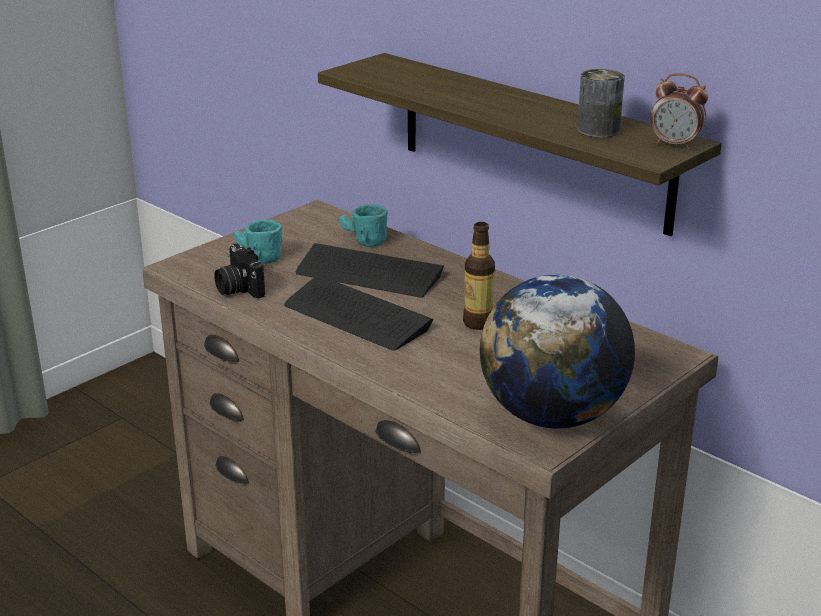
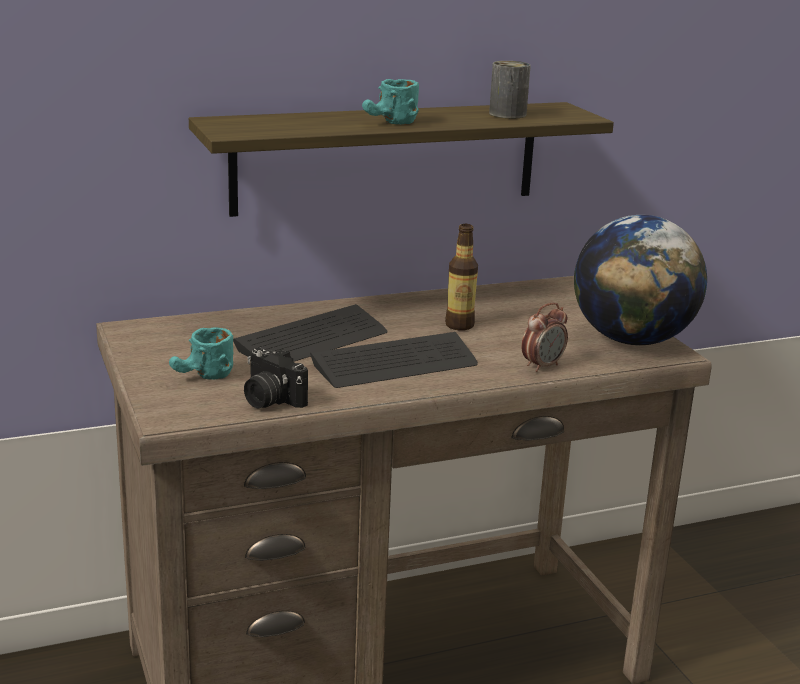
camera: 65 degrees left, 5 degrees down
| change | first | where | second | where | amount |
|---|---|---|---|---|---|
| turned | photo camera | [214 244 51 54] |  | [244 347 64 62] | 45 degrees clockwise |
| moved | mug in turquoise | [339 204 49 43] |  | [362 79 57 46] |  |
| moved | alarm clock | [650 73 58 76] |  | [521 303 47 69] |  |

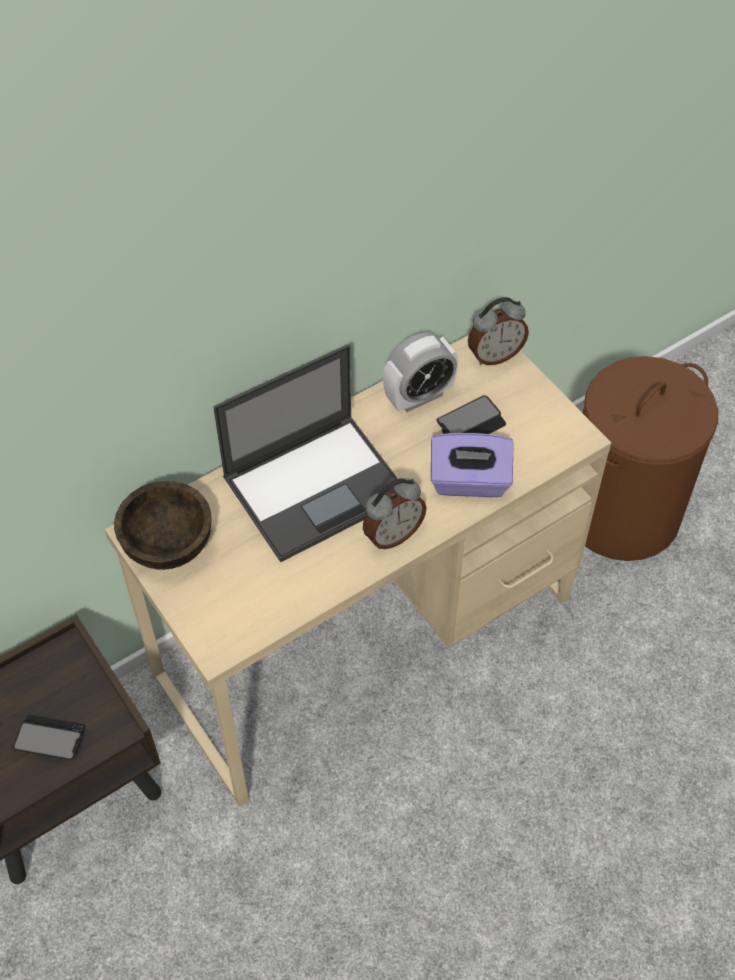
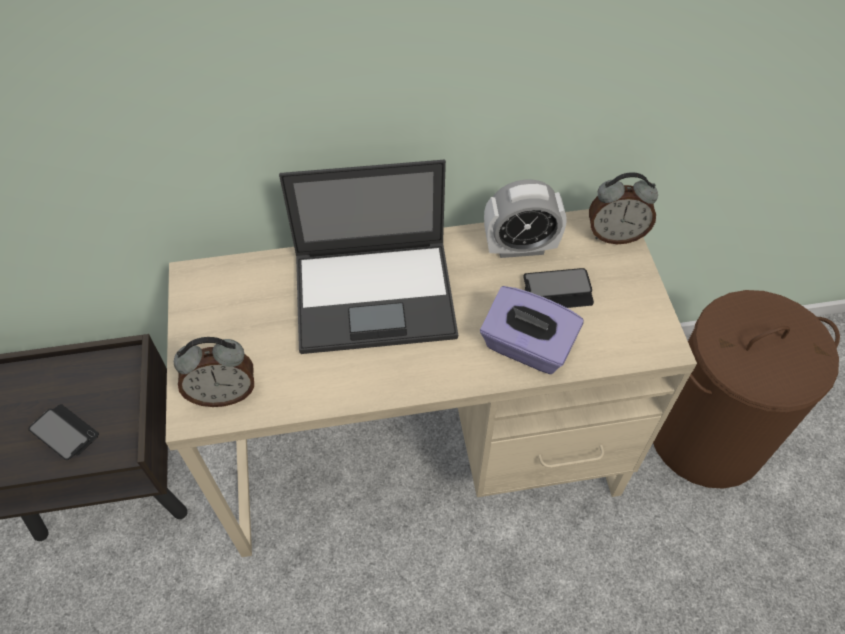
camera: 25 degrees right, 0 degrees up
| change | first | where | second | where | amount |
|---|---|---|---|---|---|
| moved | alarm clock | [363 478 63 71] |  | [174 337 80 70] |  |
| removed | bowl in brown | [114 481 97 89] |  |  |  |

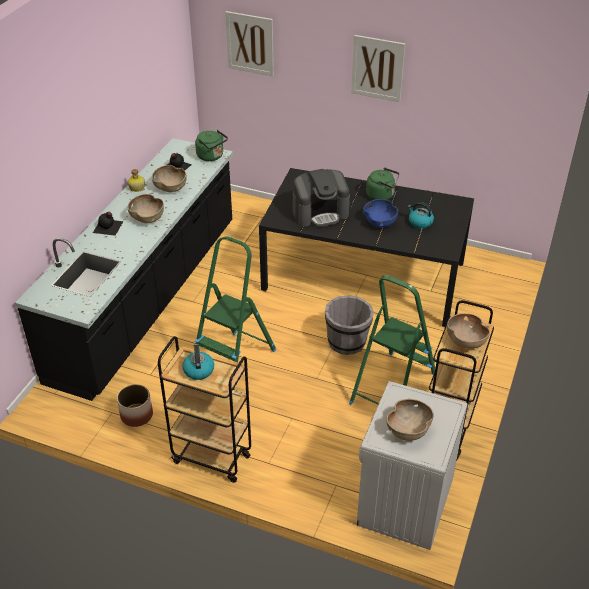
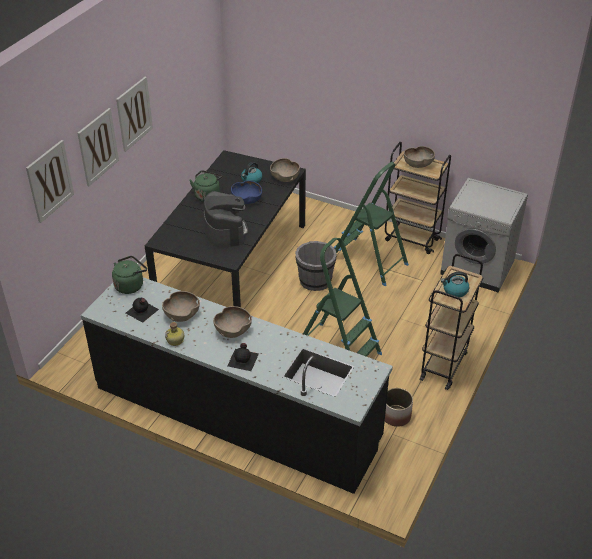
camera: 85 degrees left, 0 degrees up
| change | first | where | second | where | amount |
|---|---|---|---|---|---|
| added |  |  | picture | [77 108 42 78] |  |
| moved | bowl in brown | [386 399 48 42] |  | [270 158 30 24] |  |

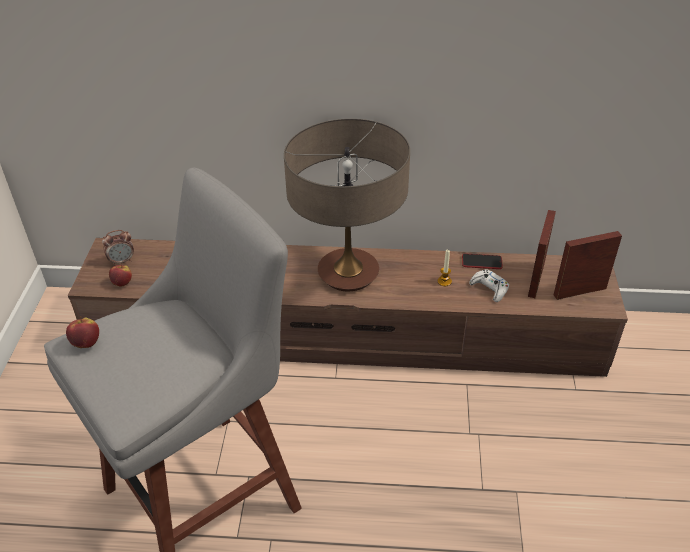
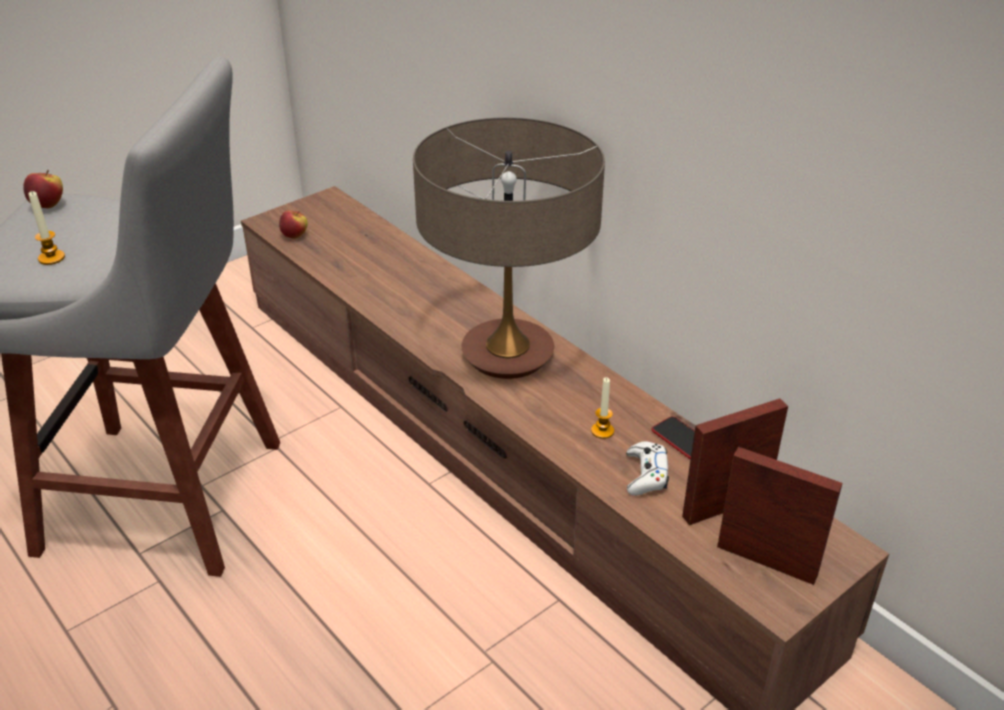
camera: 45 degrees right, 5 degrees down
| change | first | where | second | where | amount |
|---|---|---|---|---|---|
| added |  |  | candle | [28 191 37 74] |  |
| removed | alarm clock | [102 230 32 36] |  |  |  |

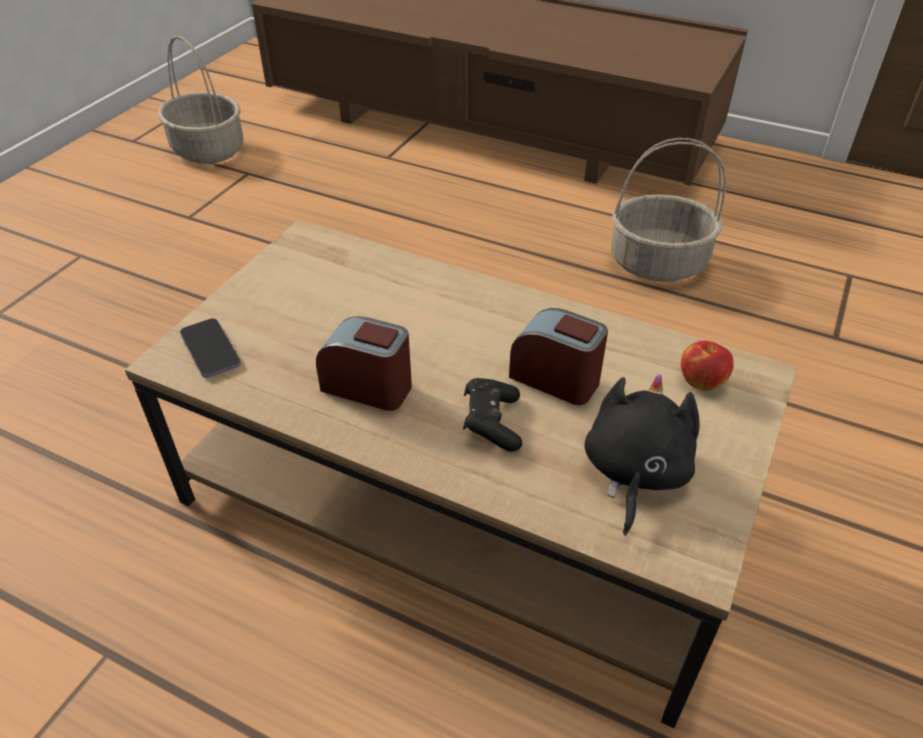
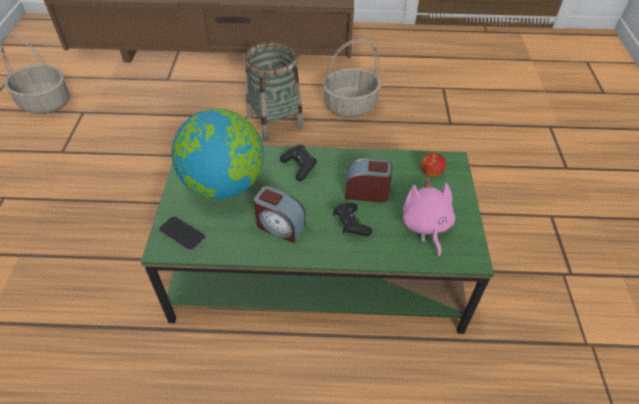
camera: 25 degrees left, 5 degrees up
| change | first | where | second | where | amount |
|---|---|---|---|---|---|
| recoloured | coffee table in brown | [125 220 672 508] | coffee table in green | [141 146 353 188] |  |
| added |  |  | globe | [172 109 92 90] |  |
| added |  |  | basket | [245 41 59 100] |  |
| turned | alarm clock | [316 316 96 95] |  | [254 186 52 57] | 150 degrees counterclockwise |
| added |  |  | game controller in black | [280 145 37 36] |  |
| recoloured | plush toy in black | [585 374 115 162] | plush toy in pink | [403 178 52 79] |  |

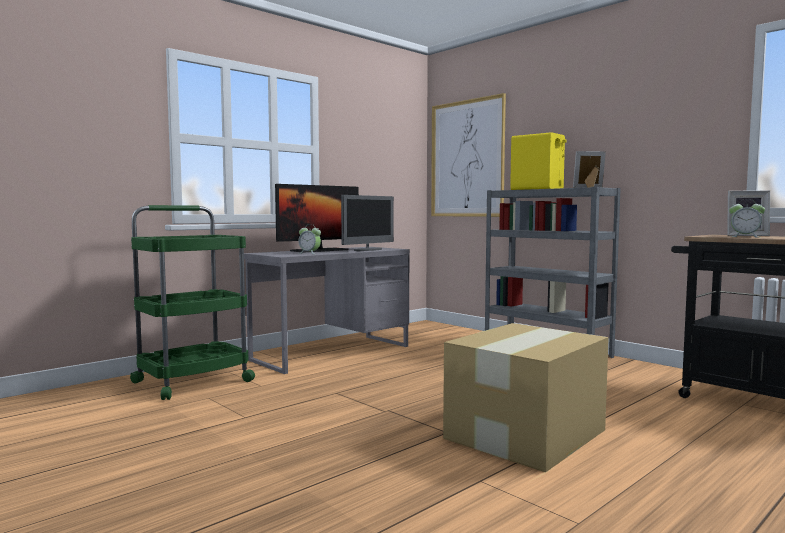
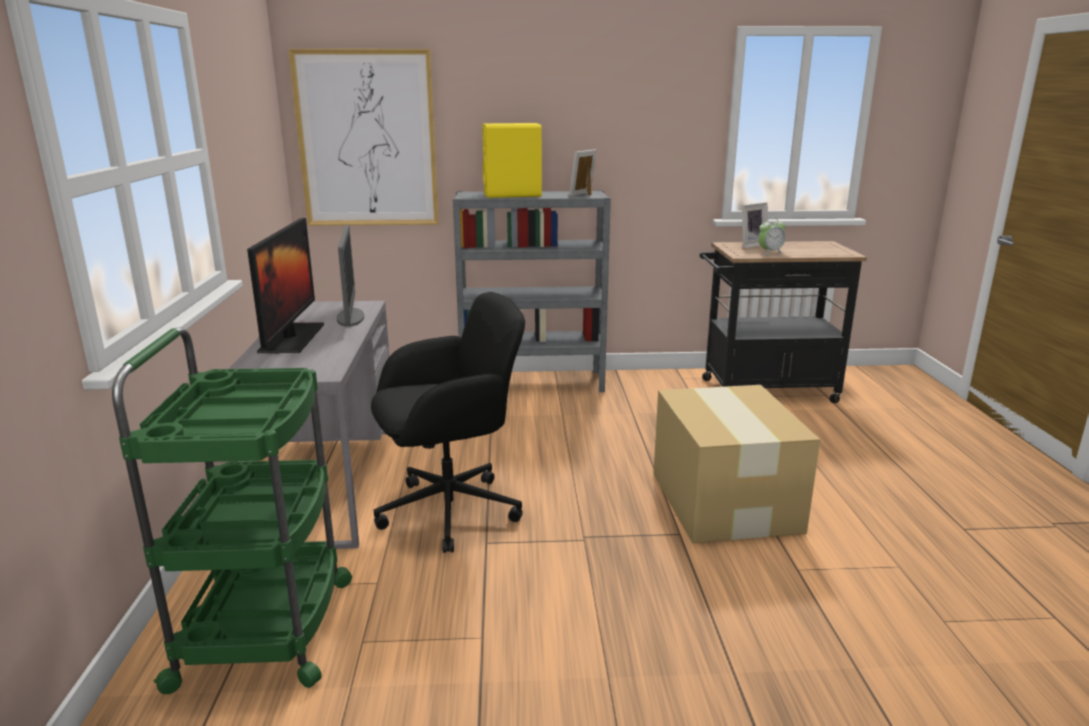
camera: 50 degrees left, 15 degrees up
| change | first | where | second | where | amount |
|---|---|---|---|---|---|
| added |  |  | office chair in black | [371 292 154 261] |  |
| removed | alarm clock | [298 224 23 30] |  |  |  |

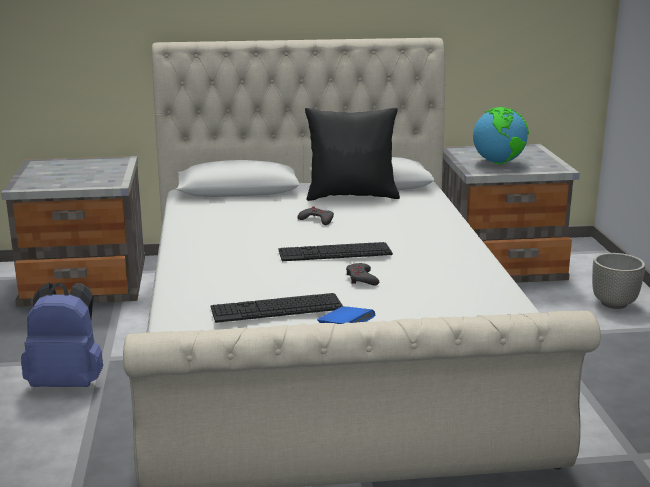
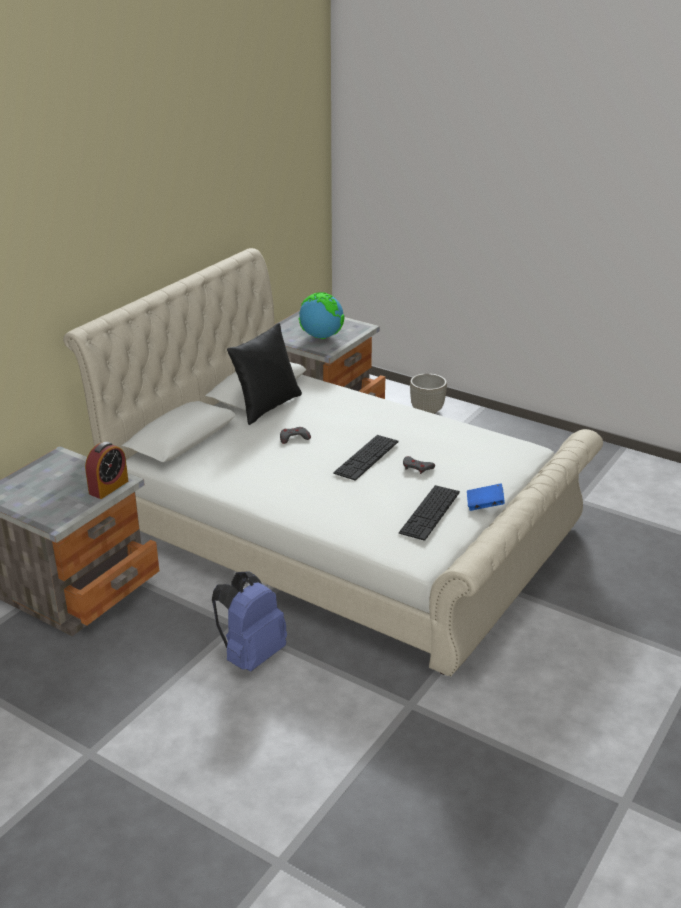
camera: 50 degrees left, 10 degrees up
| change | first | where | second | where | amount |
|---|---|---|---|---|---|
| added |  |  | alarm clock | [85 442 43 57] |  |

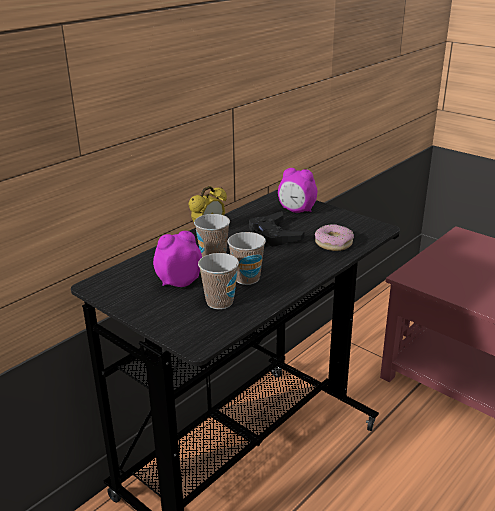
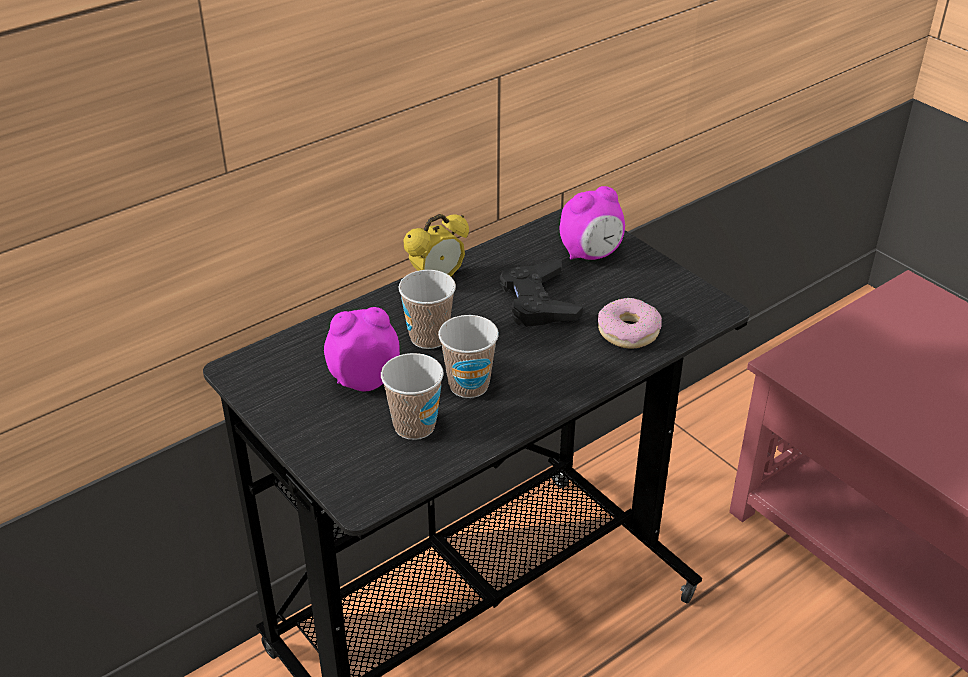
camera: 10 degrees right, 10 degrees up
| change | first | where | second | where | amount |
|---|---|---|---|---|---|
| turned | alarm clock | [278 168 39 45] |  | [560 186 65 74] | 60 degrees counterclockwise |

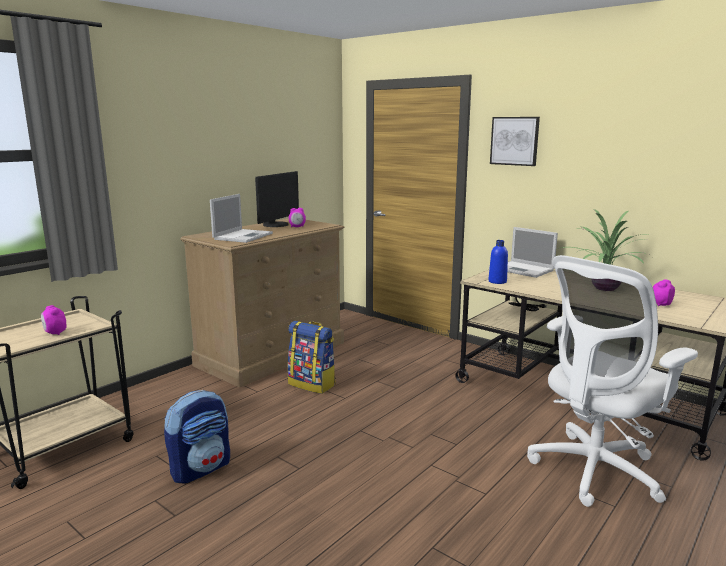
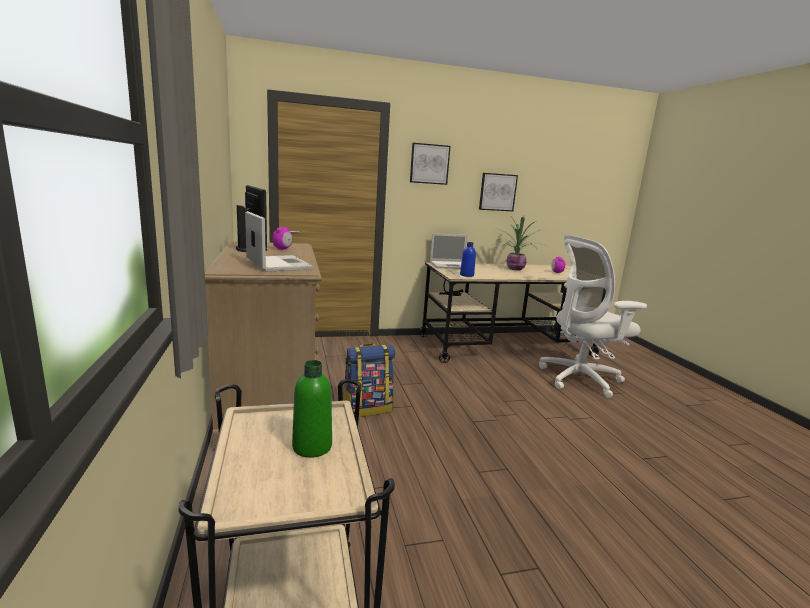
camera: 55 degrees left, 0 degrees up
| change | first | where | second | where | amount |
|---|---|---|---|---|---|
| replaced | alarm clock | [41 305 25 30] | bottle in green | [292 360 40 98] |  |
| added |  |  | picture | [479 173 39 38] |  |
| turned | office chair in white | [527 255 171 252] |  | [539 235 108 163] | 75 degrees clockwise |
| removed | backpack | [164 390 66 94] |  |  |  |

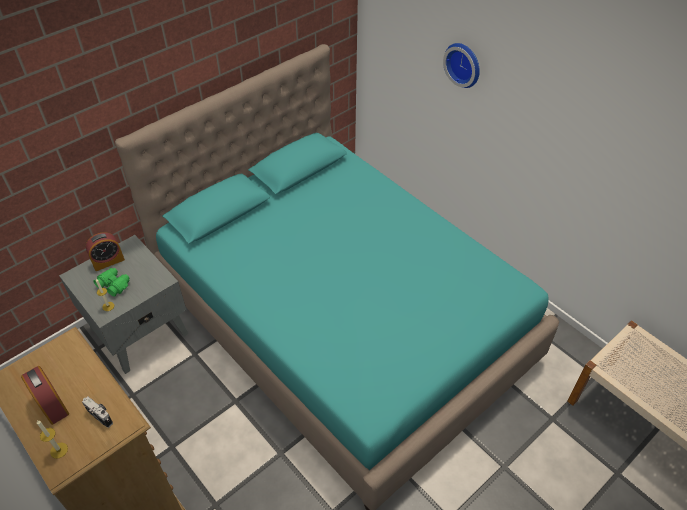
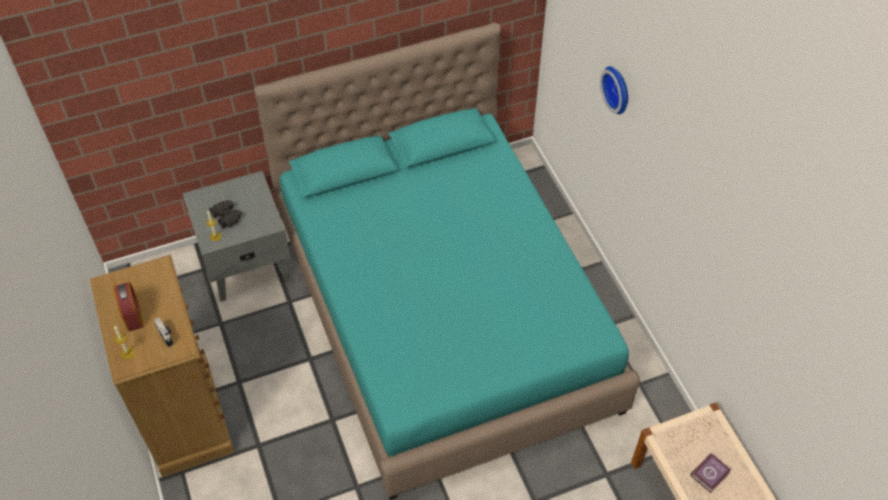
camera: 20 degrees right, 5 degrees up
| change | first | where | second | where | amount |
|---|---|---|---|---|---|
| recoloured | binoculars in green | [93 268 37 29] | binoculars in black | [209 200 33 29] |  |
| added |  |  | book | [690 453 41 40] |  |
| removed | alarm clock | [86 232 39 39] |  |  |  |

